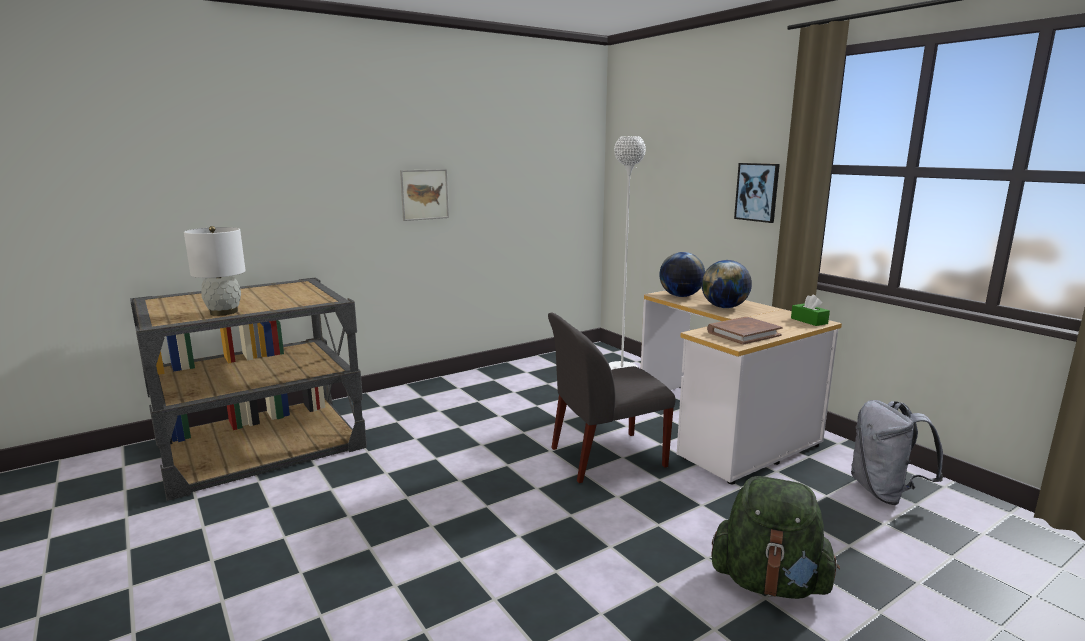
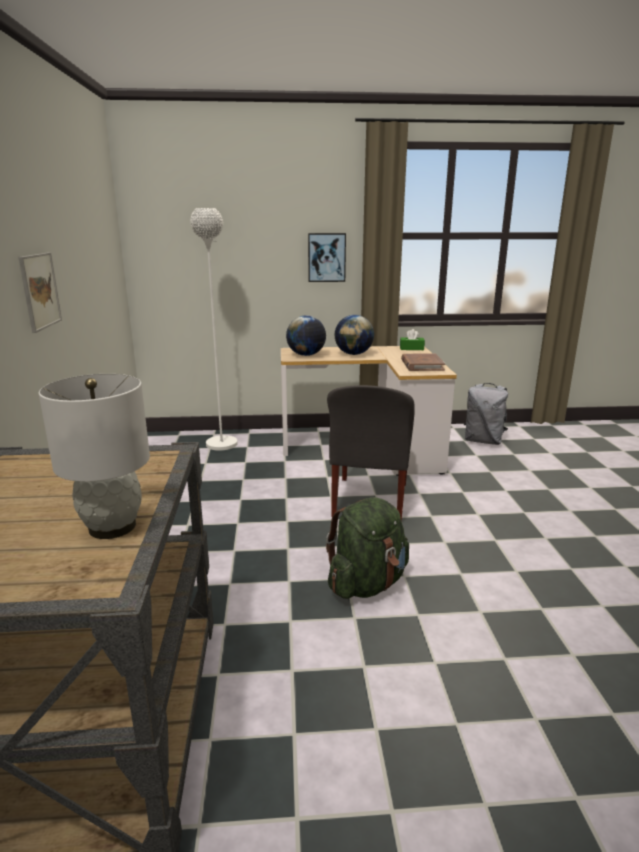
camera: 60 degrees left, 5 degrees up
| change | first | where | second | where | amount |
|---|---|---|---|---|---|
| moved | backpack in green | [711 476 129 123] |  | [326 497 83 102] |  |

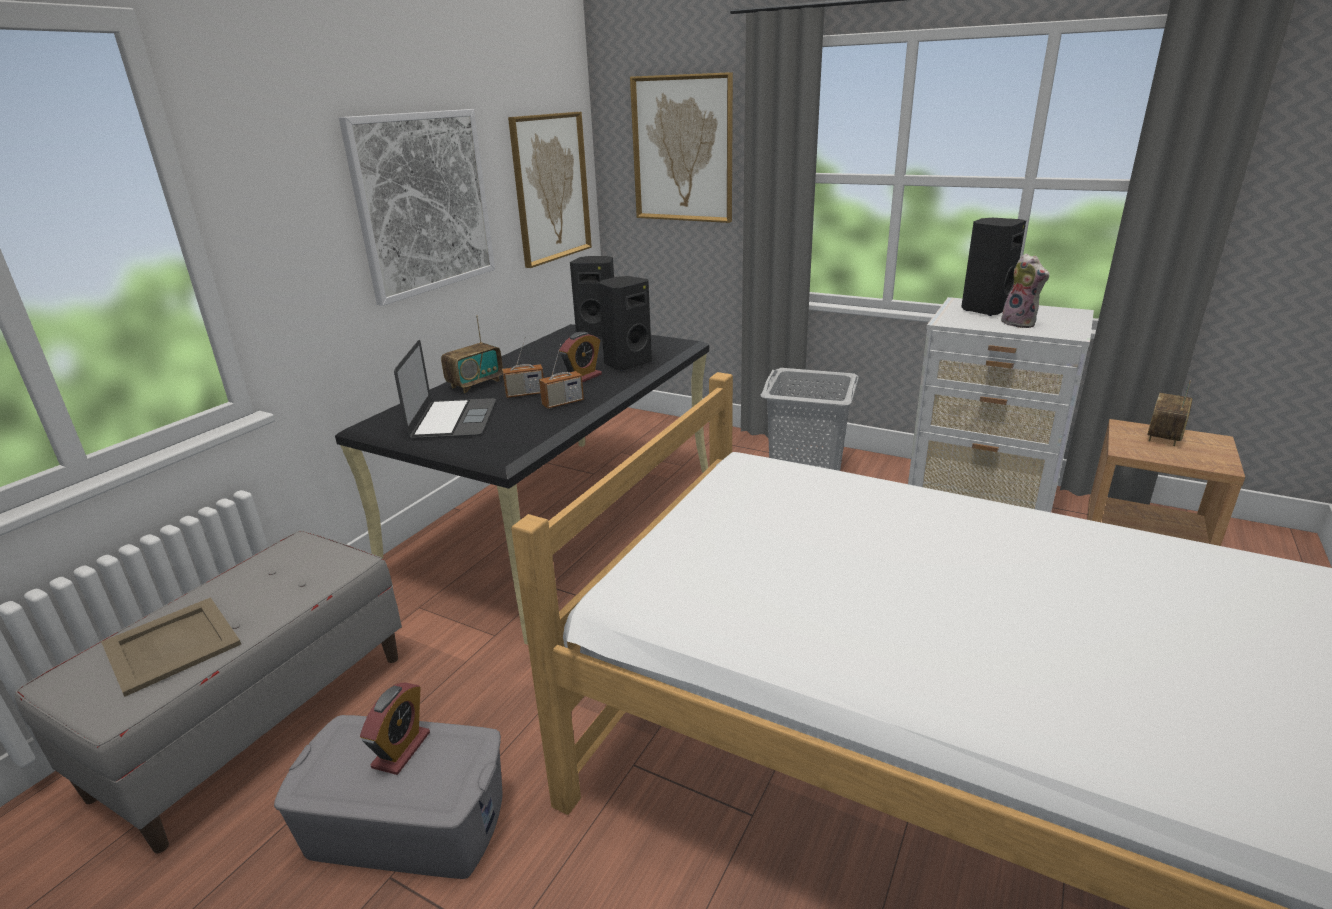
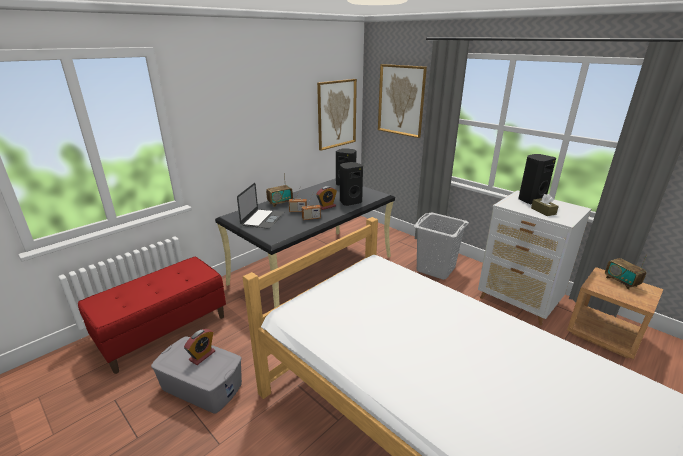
camera: 15 degrees right, 0 degrees up
| change | first | where | second | where | amount |
|---|---|---|---|---|---|
| recoloured | bench in grey | [14 530 388 323] | bench in red | [78 257 148 117] |  |
| replaced | plush toy | [1001 254 49 74] | tissue box in brown | [531 194 28 22] |  |
| turned | radio | [1147 381 45 65] |  | [605 254 42 36] | 75 degrees counterclockwise |
| removed | tray in beige | [101 597 140 100] |  |  |  |
| removed | picture | [339 109 156 197] |  |  |  |

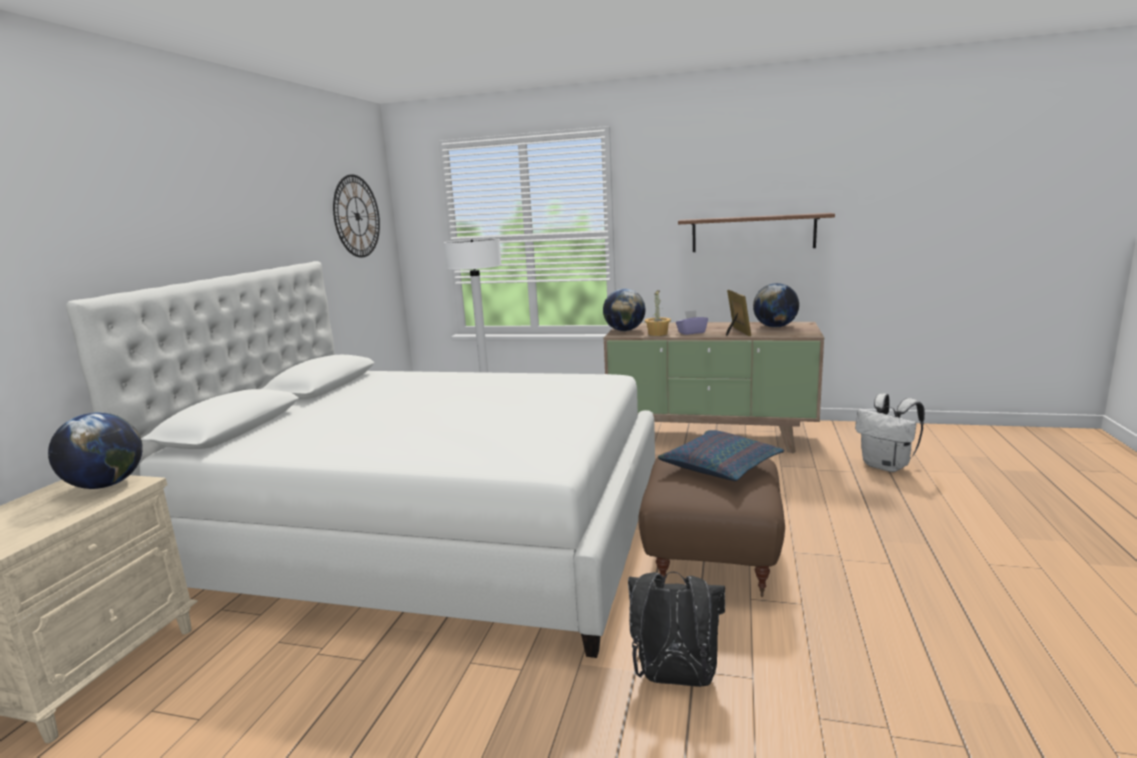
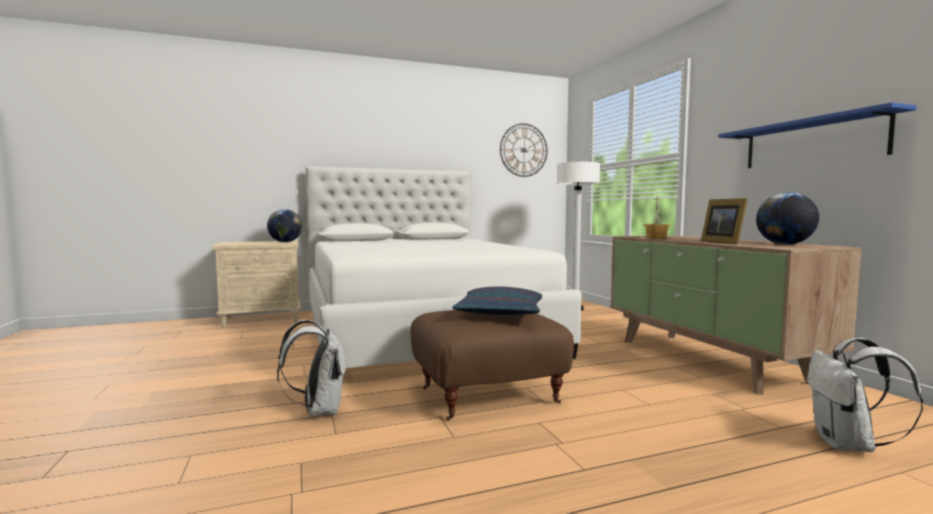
camera: 55 degrees right, 10 degrees down
| change | first | where | second | where | amount |
|---|---|---|---|---|---|
| recoloured | backpack in black | [628 572 97 115] | backpack in white | [277 320 70 96] |  |
| turned | picture frame | [726 290 25 46] |  | [701 198 47 47] | 120 degrees clockwise |
| recoloured | shelf in brown | [678 213 157 39] | shelf in blue | [718 102 198 66] |  |
| removed | globe | [603 289 42 42] |  |  |  |
| removed | tissue box in purple | [676 310 32 25] |  |  |  |

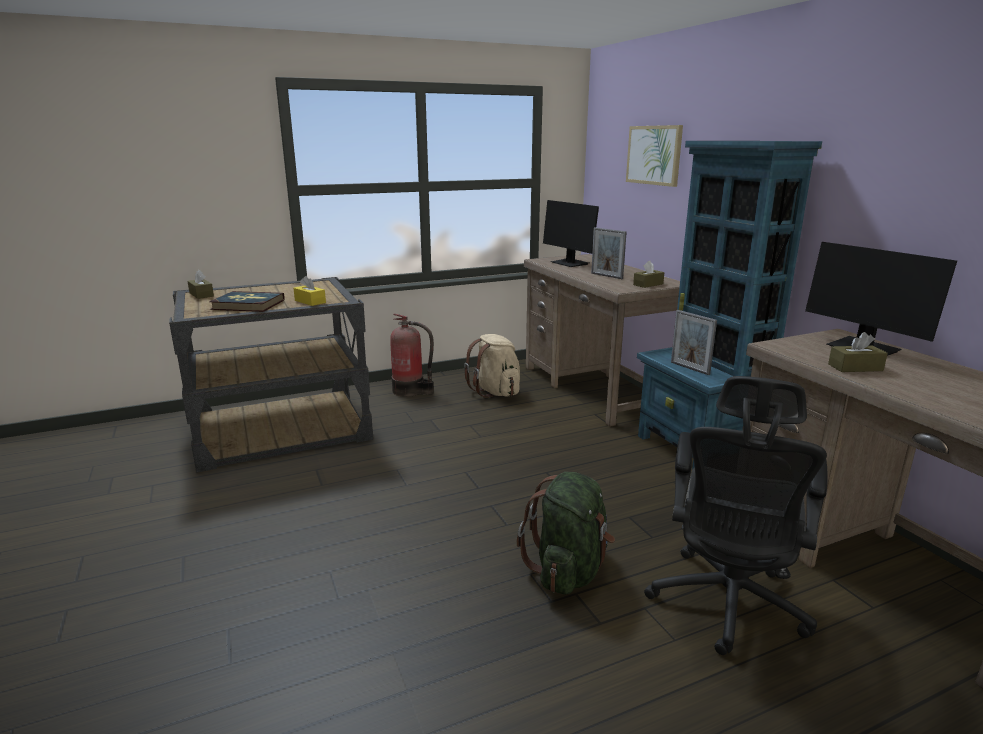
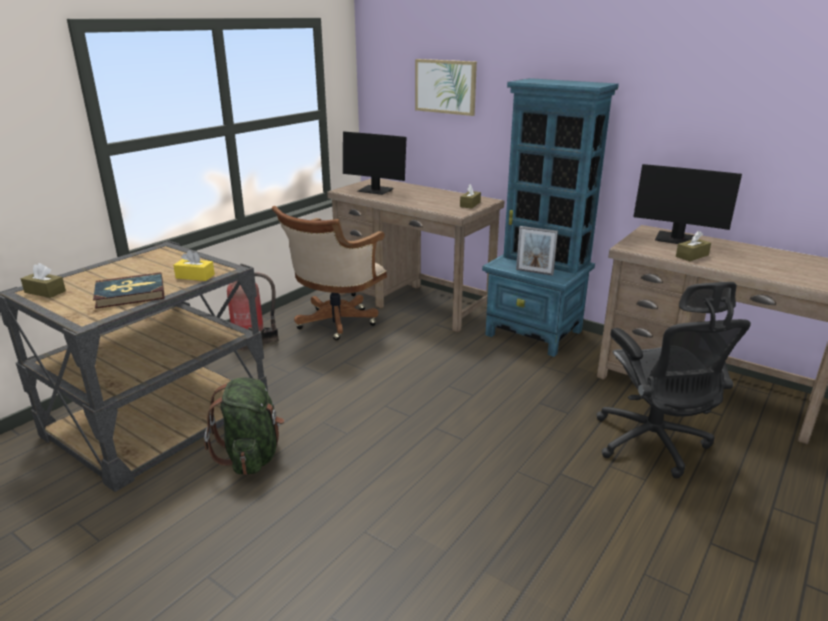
camera: 30 degrees left, 5 degrees up
| change | first | where | second | where | amount |
|---|---|---|---|---|---|
| moved | backpack in green | [517 472 98 122] |  | [204 377 80 98] |  |
| replaced | backpack in beige | [464 334 56 64] | office chair | [272 206 115 134] |  |
| removed | picture frame | [591 227 36 52] |  |  |  |

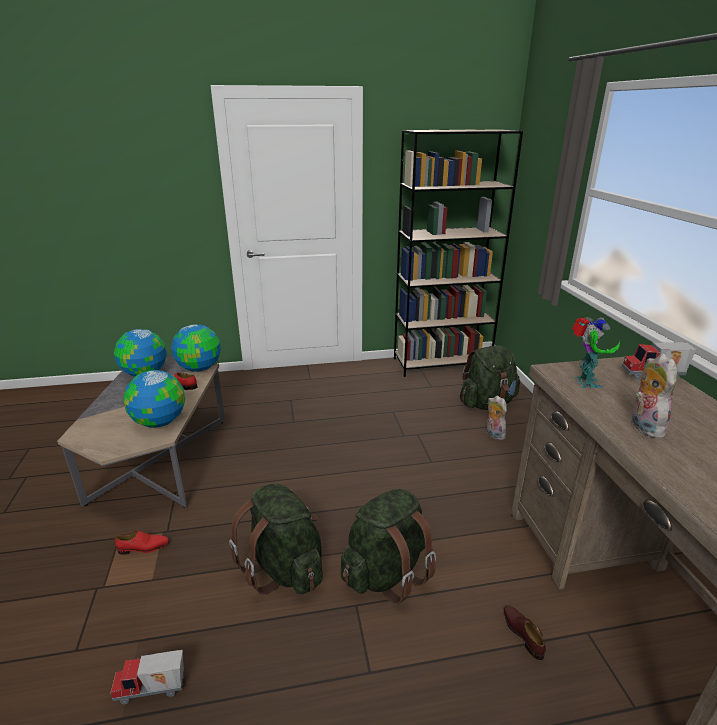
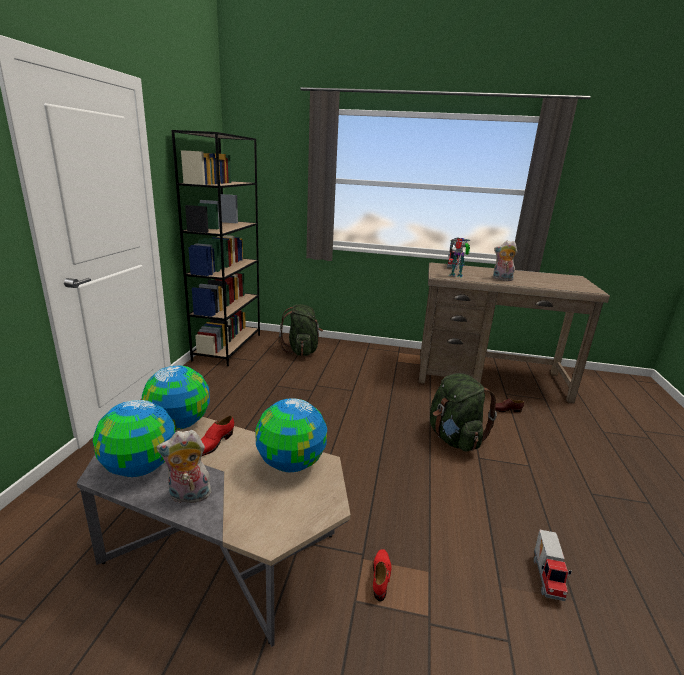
camera: 70 degrees left, 5 degrees down
| change | first | where | second | where | amount |
|---|---|---|---|---|---|
| moved | plush toy | [486 396 21 44] |  | [156 430 57 73] |  |
| removed | backpack in green | [229 483 94 112] |  |  |  |

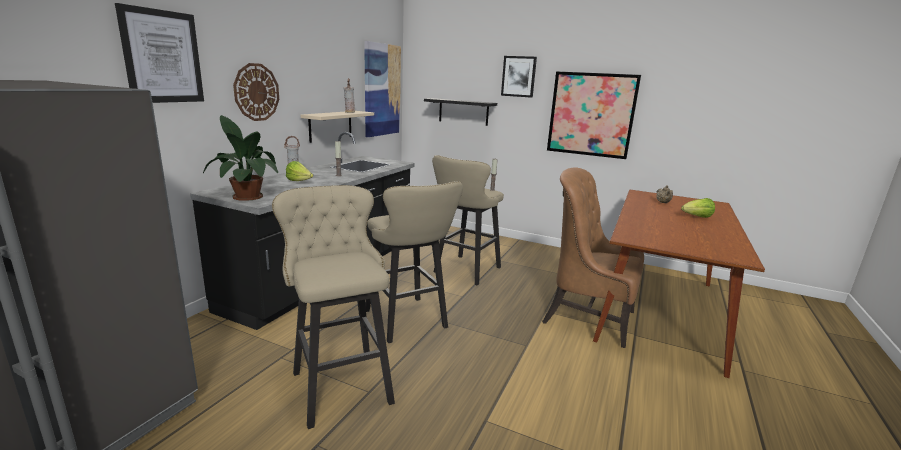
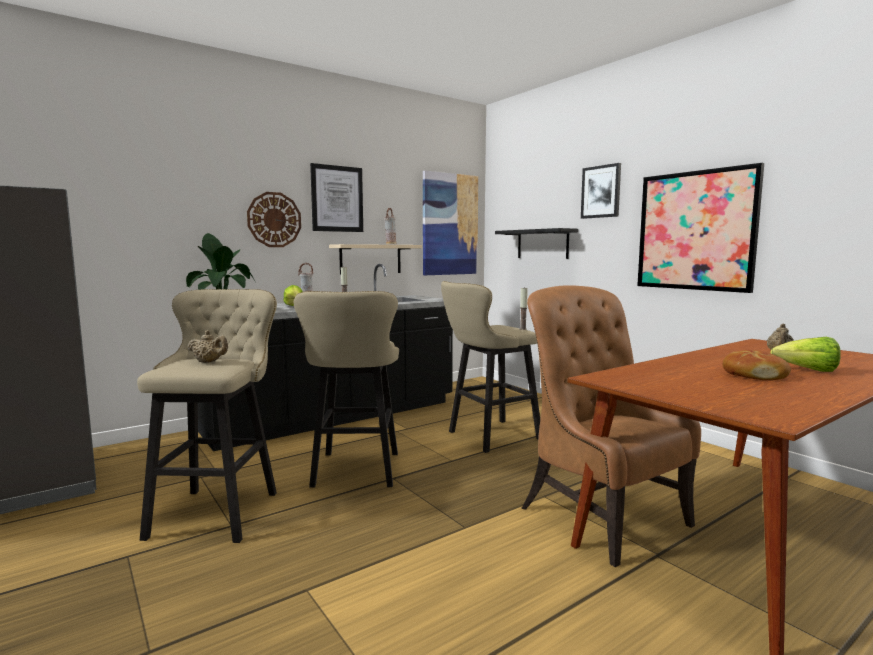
camera: 30 degrees right, 10 degrees down
| change | first | where | second | where | amount |
|---|---|---|---|---|---|
| added |  |  | teapot in beige | [187 330 41 33] |  |
| moved | picture | [115 3 89 100] |  | [310 163 53 69] |  |
| added |  |  | bread | [723 350 68 30] |  |

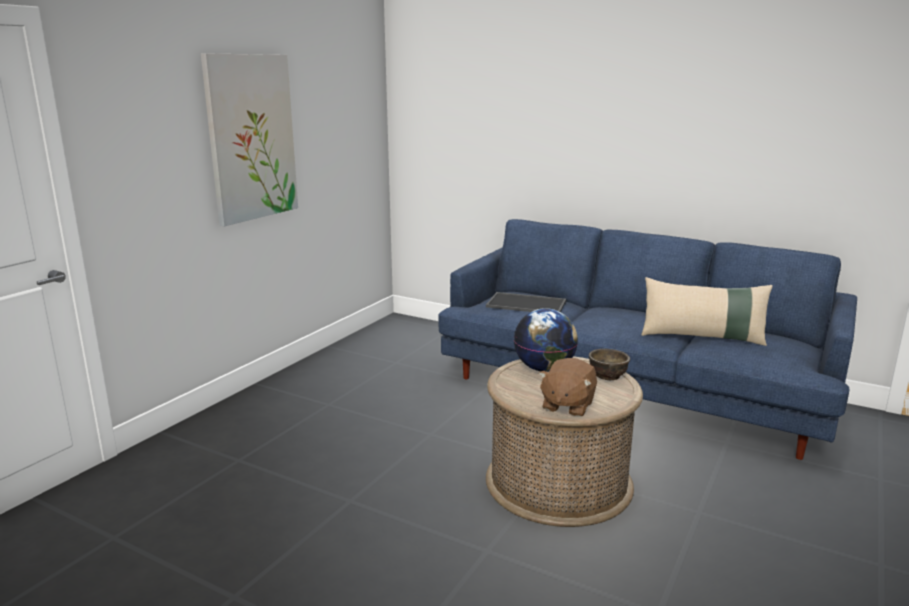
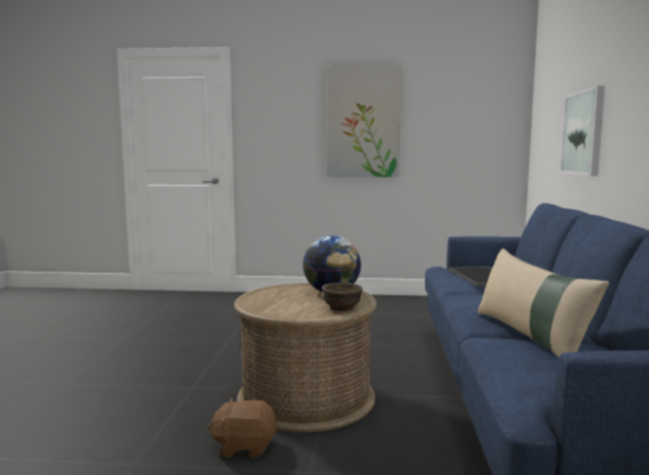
camera: 65 degrees right, 10 degrees down
| change | first | where | second | where | amount |
|---|---|---|---|---|---|
| moved | plush toy in brown | [538 358 59 59] |  | [207 398 71 60] |  |
| added |  |  | picture | [560 86 45 90] |  |

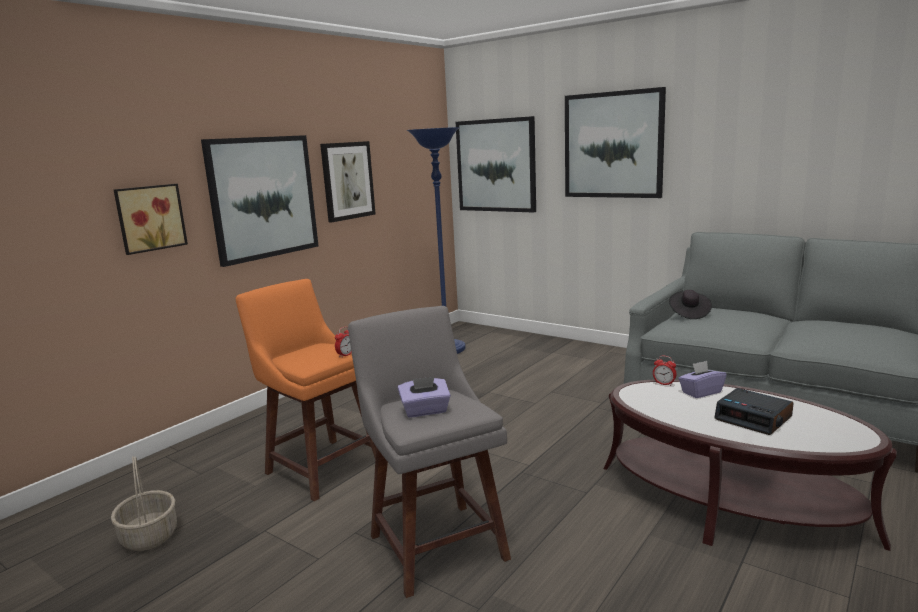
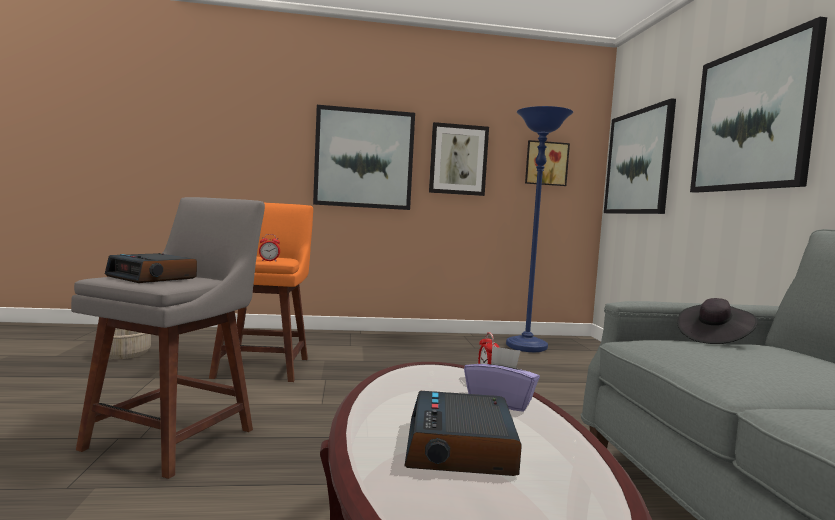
camera: 45 degrees right, 10 degrees down
| change | first | where | second | where | amount |
|---|---|---|---|---|---|
| replaced | tissue box in purple | [398 377 53 41] | alarm clock | [105 253 92 30] |  |
| moved | picture | [114 184 74 71] |  | [525 140 45 46] |  |

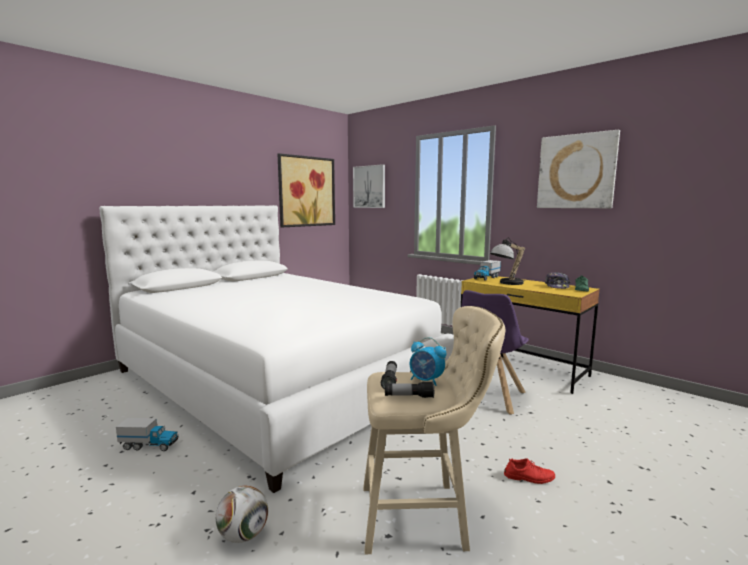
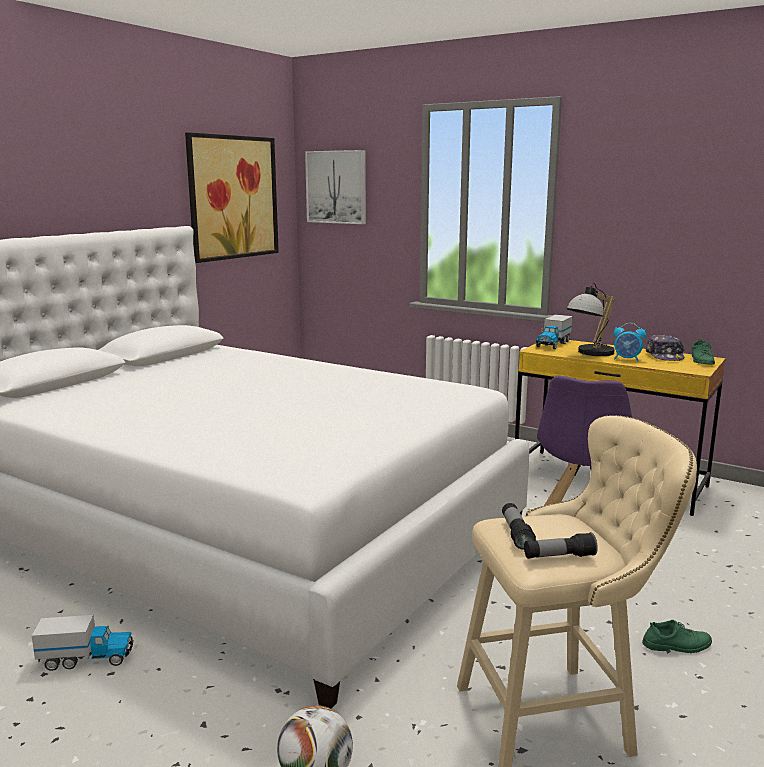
camera: 10 degrees left, 5 degrees up
| change | first | where | second | where | amount |
|---|---|---|---|---|---|
| moved | alarm clock | [410 337 36 49] |  | [614 323 32 39] |  |
| recoloured | shoe in red | [504 458 51 26] | shoe in green | [642 620 70 33] |  |
| removed | picture | [537 130 83 78] |  |  |  |

